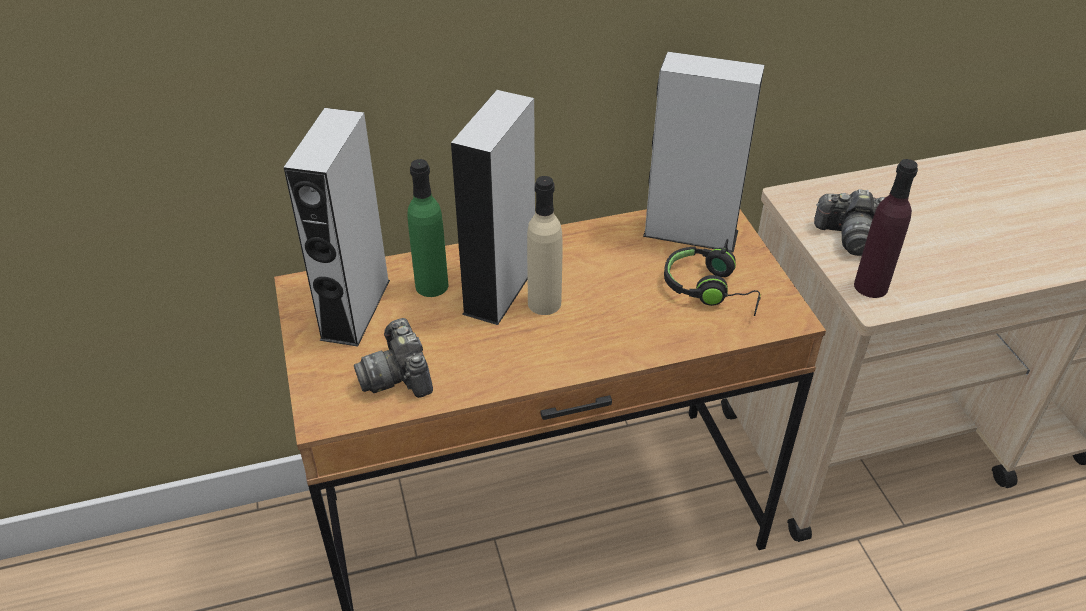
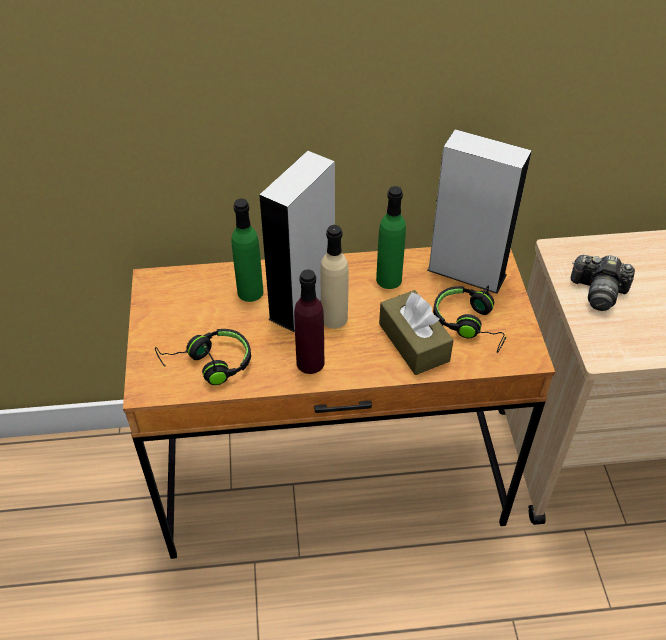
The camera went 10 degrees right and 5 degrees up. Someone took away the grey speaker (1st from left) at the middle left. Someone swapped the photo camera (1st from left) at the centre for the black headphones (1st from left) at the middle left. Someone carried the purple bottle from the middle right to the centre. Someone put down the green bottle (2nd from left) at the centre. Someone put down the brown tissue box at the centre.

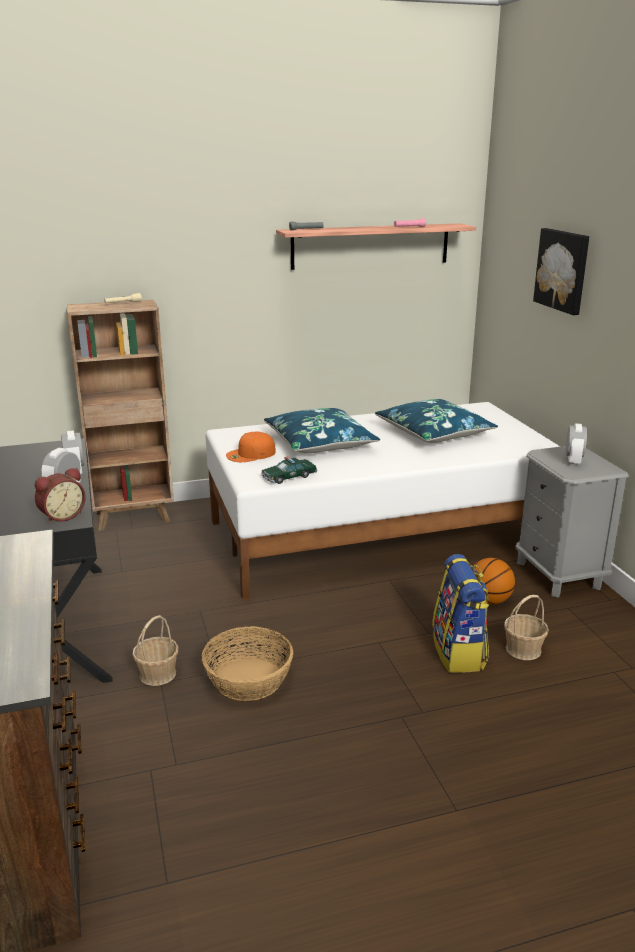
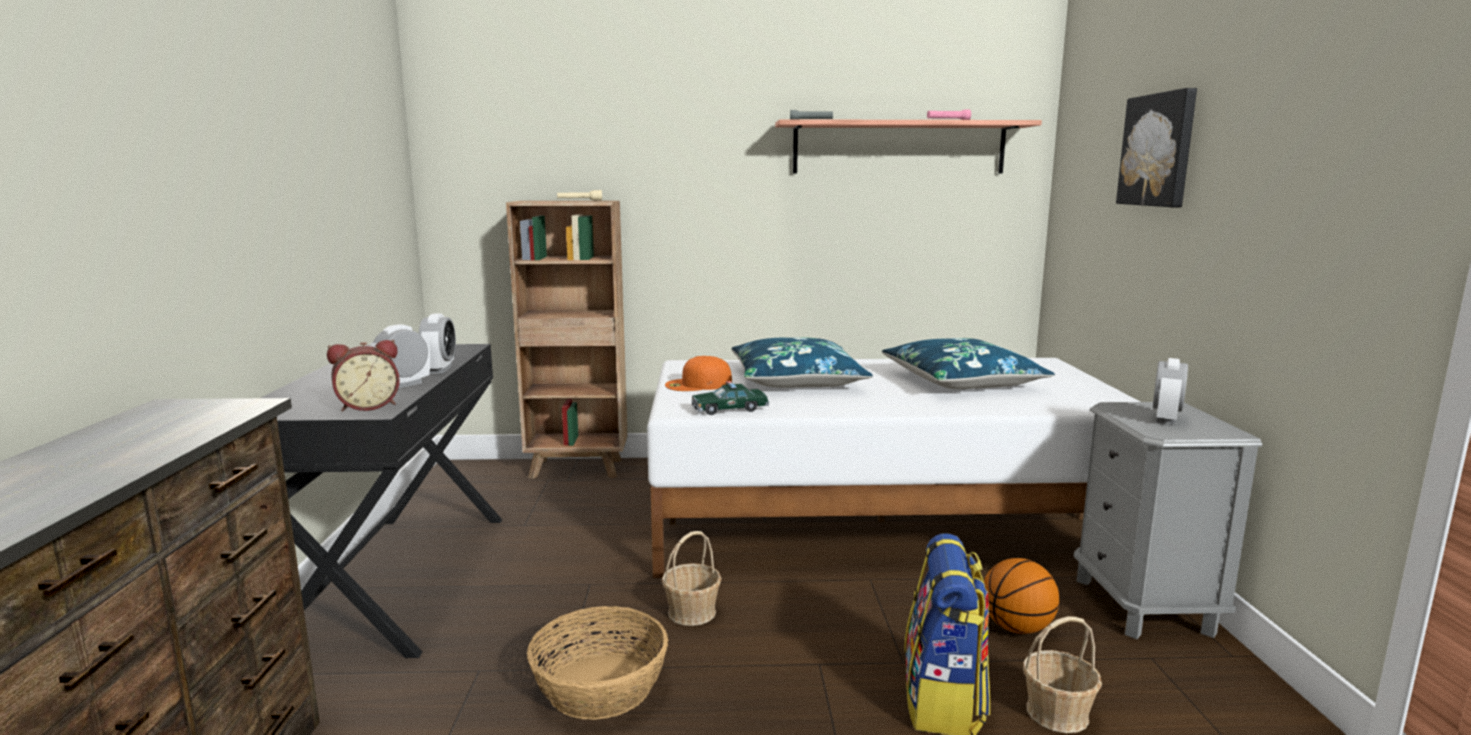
The camera went 15 degrees right and 10 degrees down. Someone carried the basket (1st from left in the first image) from the bottom left to the bottom centre.

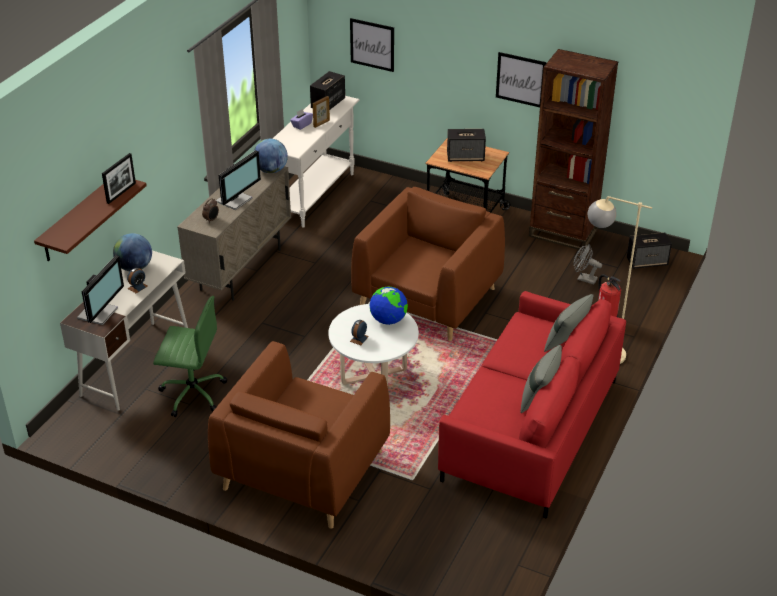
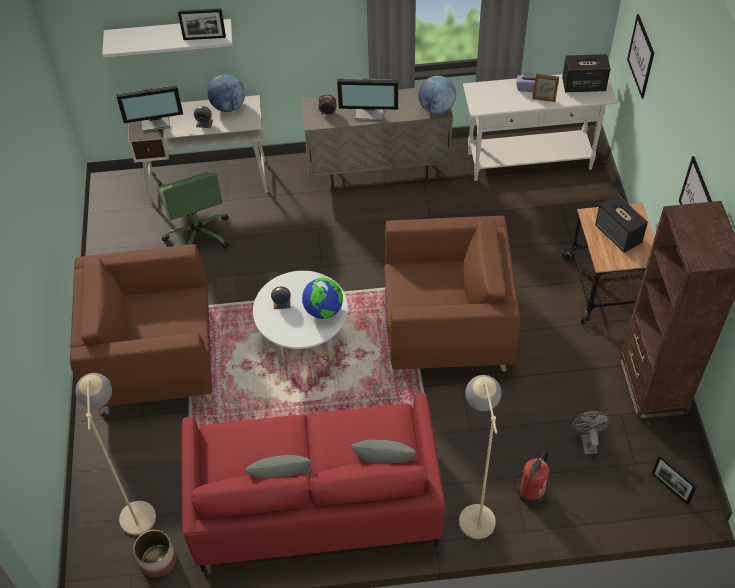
The camera went 60 degrees right and 15 degrees up. Someone repainted the brown shelf at the middle left, which became the white shelf at the top left. Someone swapped the speaker (3rd from left) at the middle right for the picture frame (3rd from left) at the bottom right. Someone put down the beige floor lamp (1st from left) at the bottom left. Someone put down the planter at the bottom left.

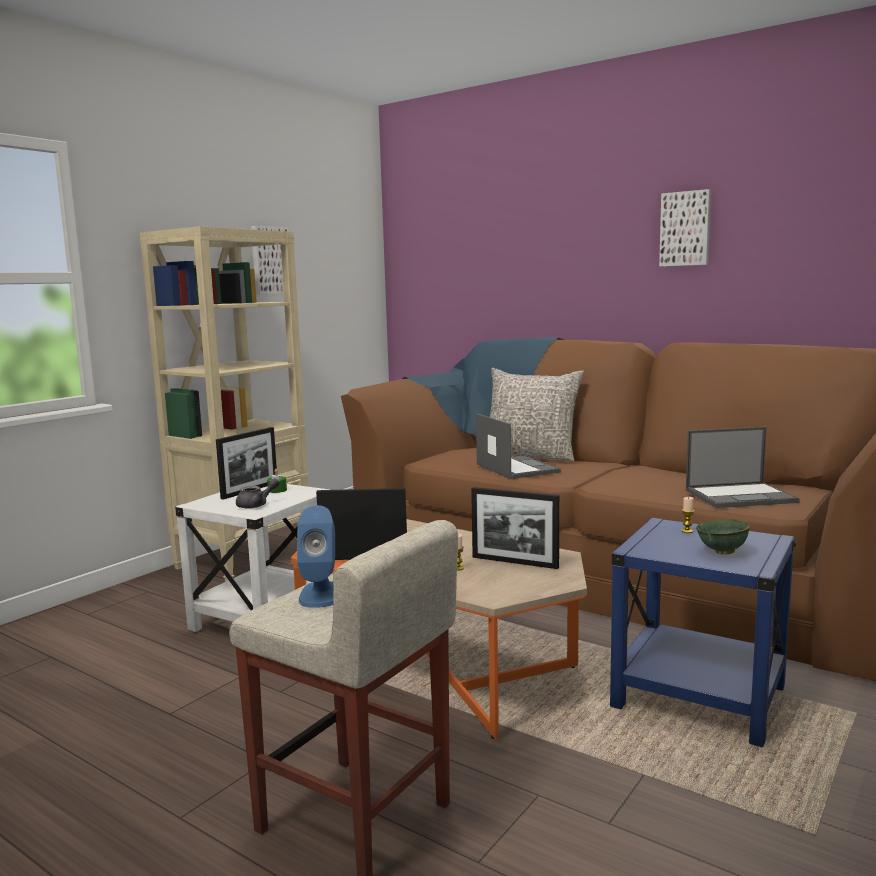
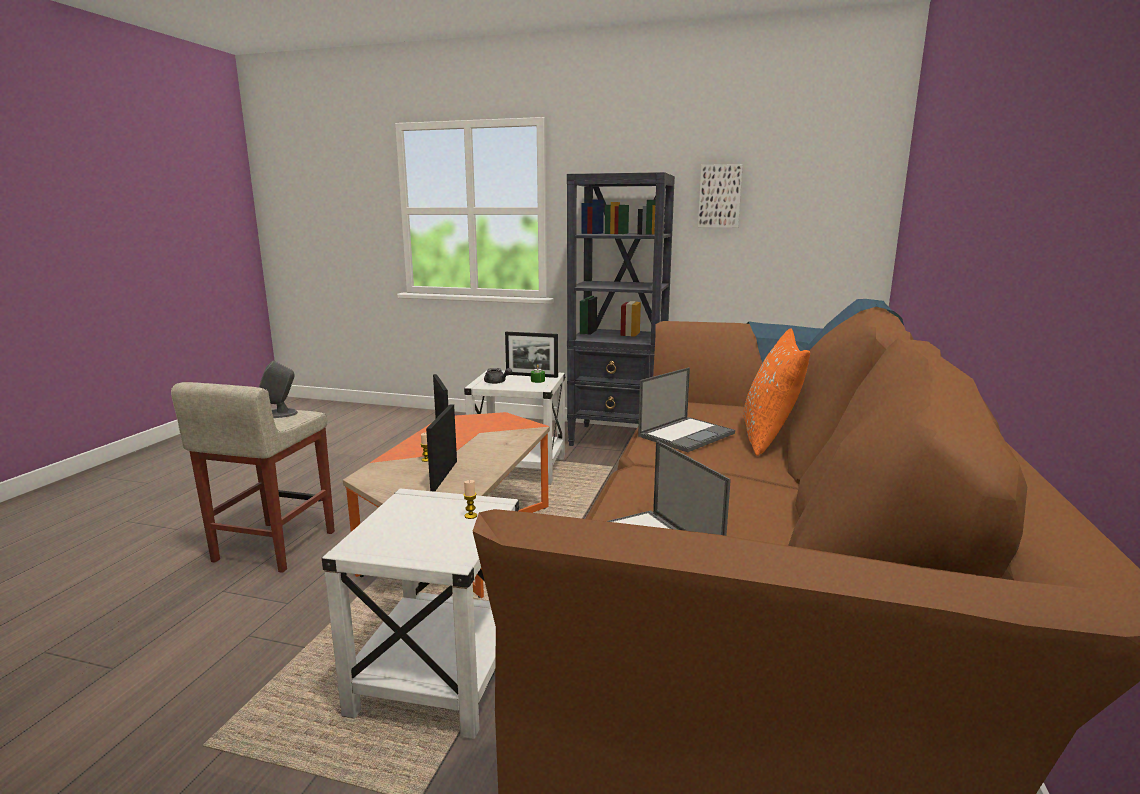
The camera went 70 degrees right and 5 degrees up. Someone repainted the beige bookcase at the middle left, which became the black bookcase at the centre. Someone repainted the blue speaker at the centre, which became the grey speaker at the middle left. Someone repainted the grey pillow at the centre, which became the orange pillow at the middle right. Someone repainted the blue side table at the bottom right, which became the white side table (1st from left) at the bottom centre. Someone took away the picture (2nd from left) at the top right. Someone took away the green bowl at the middle right.

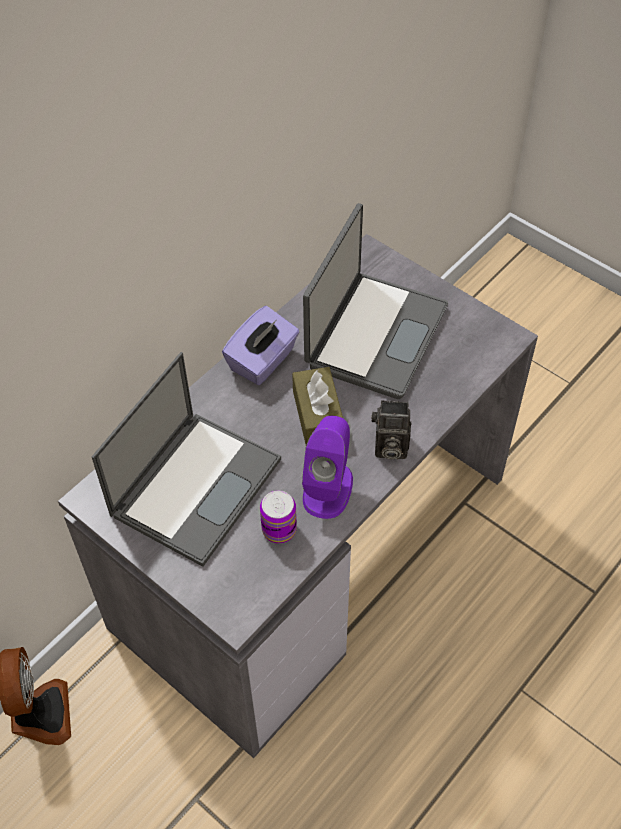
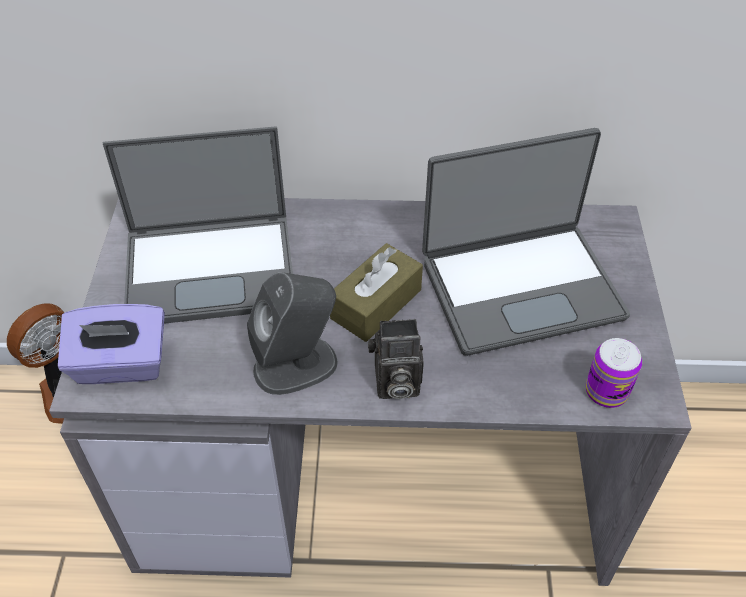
The camera went 50 degrees right and 5 degrees down. Someone carried the purple tissue box from the centre to the middle left. Someone carried the can from the centre to the middle right. Someone repainted the purple speaker at the centre, which became the grey speaker at the centre. Someone rotated the photo camera at the centre by 60 degrees counterclockwise.

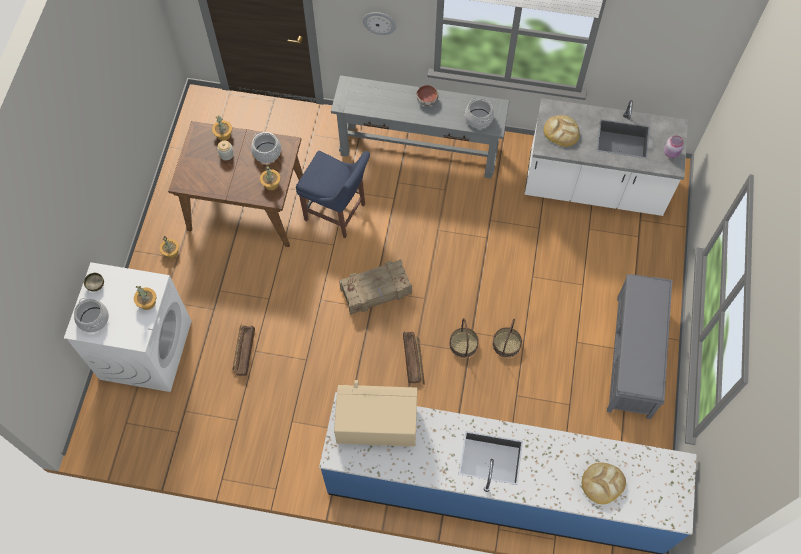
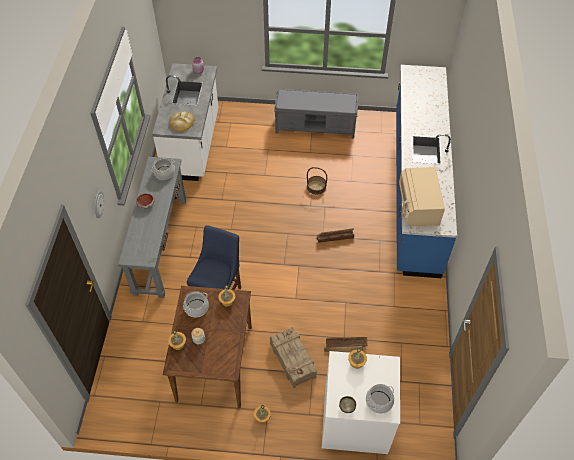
The camera went 95 degrees left and 10 degrees down. Someone carried the crate (2nd from left in the first image) from the centre to the bottom centre. Someone took away the basket (1st from left) at the centre. Someone took away the bread (2nd from left) at the bottom right.

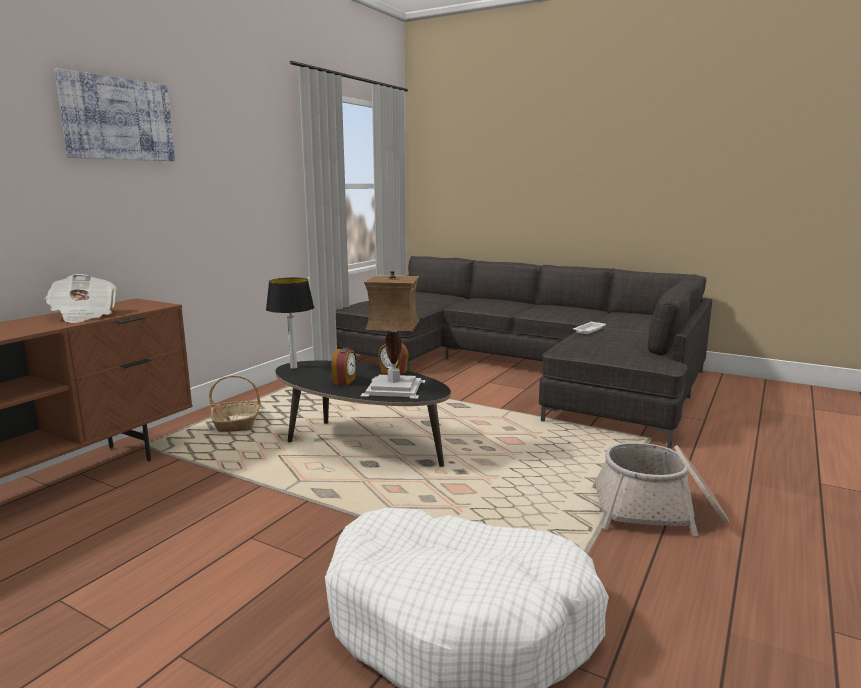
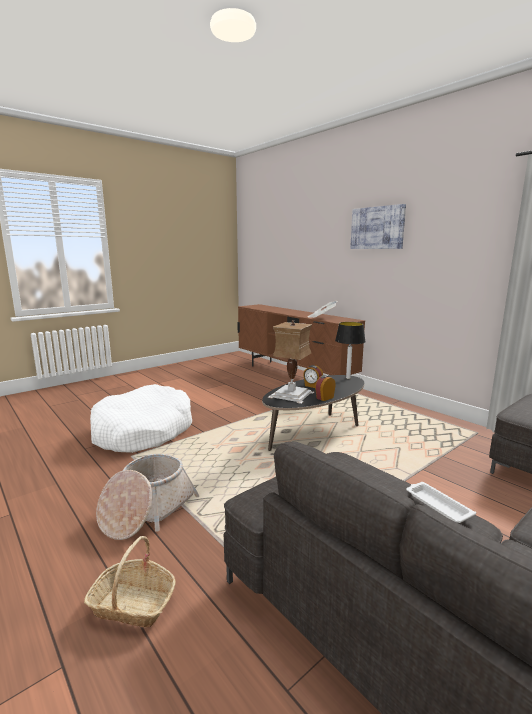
The camera went 110 degrees right and 0 degrees up. Someone carried the basket (1st from left) from the middle left to the bottom left.

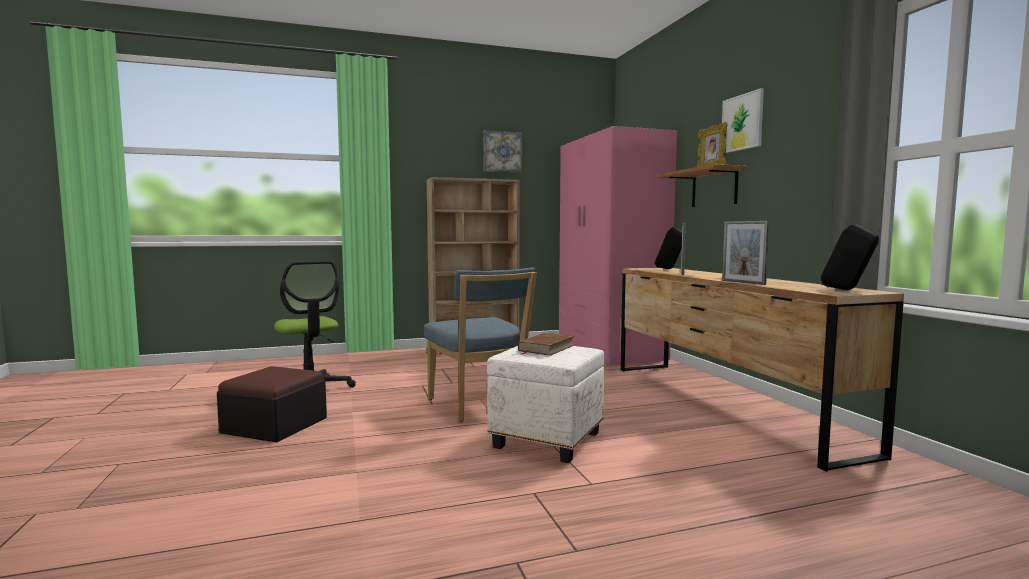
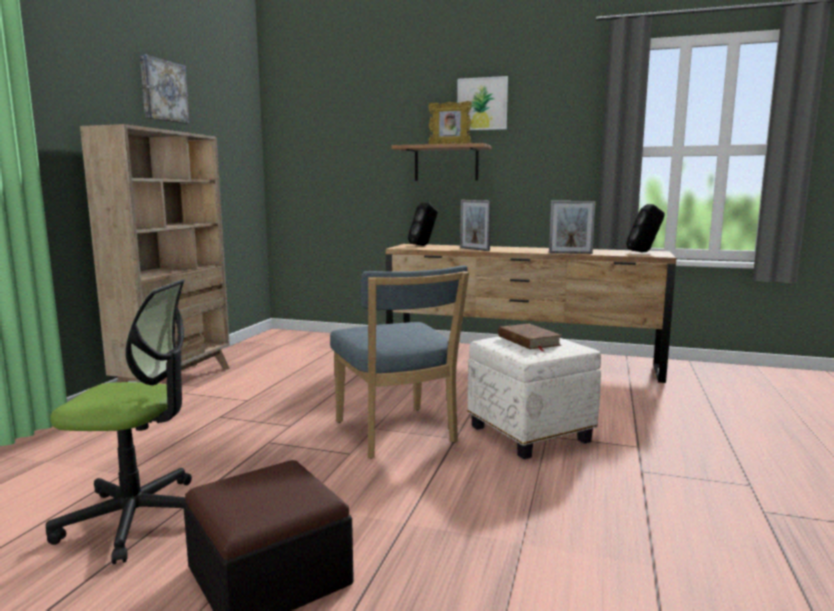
The camera went 55 degrees left and 5 degrees up. Someone rotated the blue chair at the centre by 60 degrees clockwise. Someone took away the pink wardrobe at the centre.

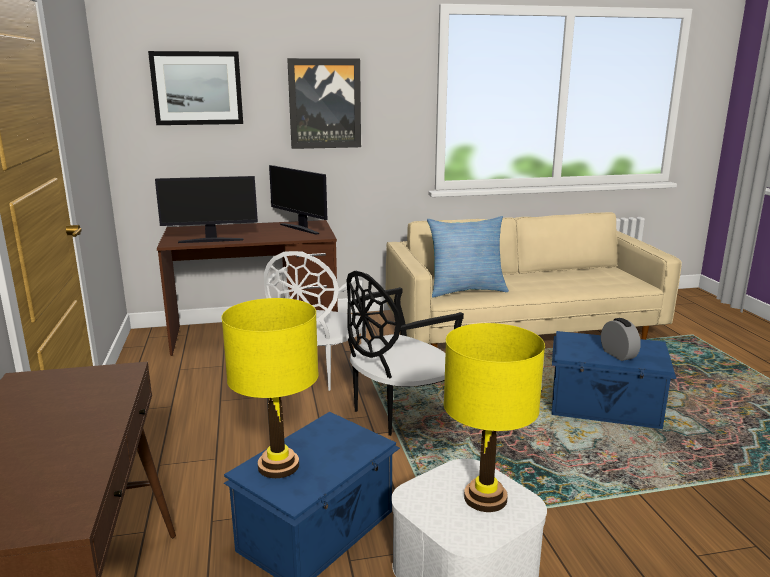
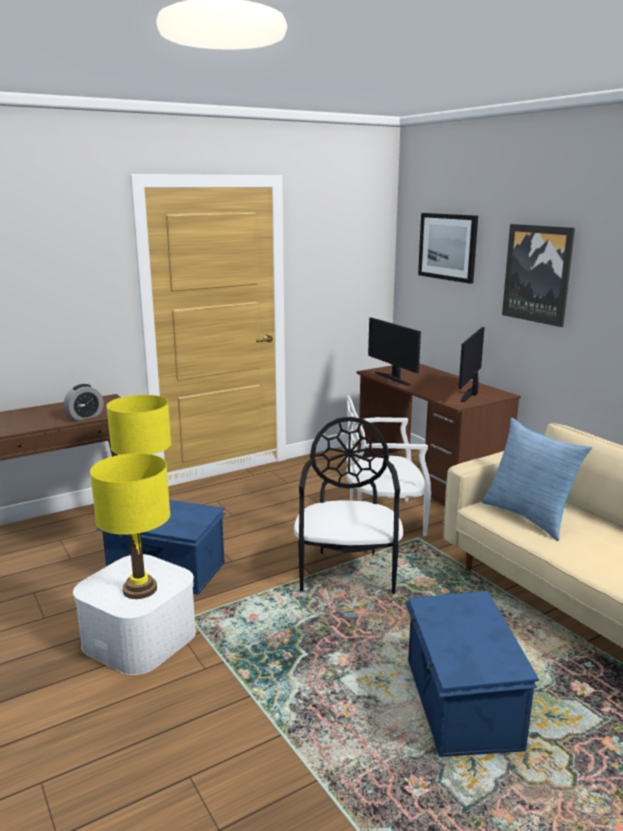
The camera went 70 degrees right and 0 degrees up. Someone rotated the black chair at the centre by 60 degrees clockwise. Someone carried the alarm clock from the middle right to the middle left.

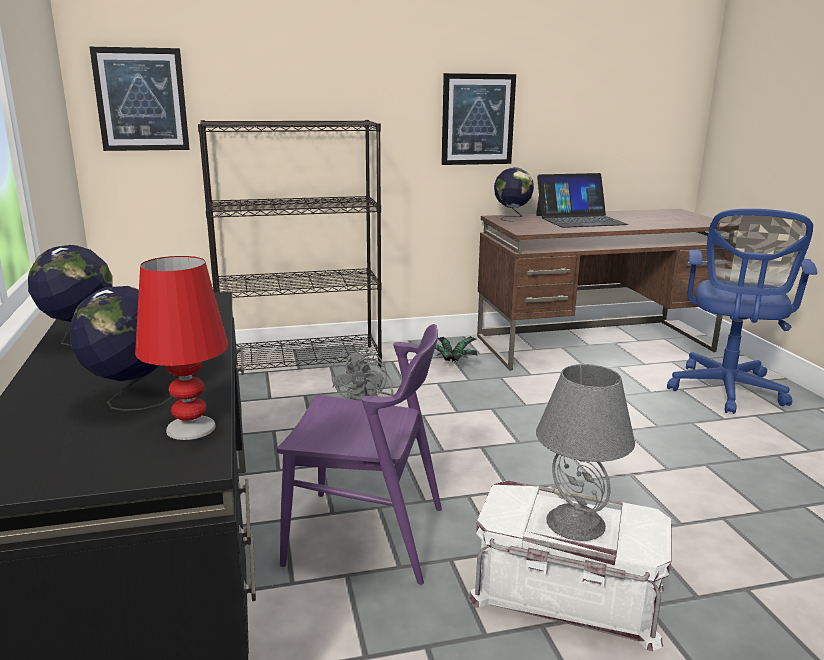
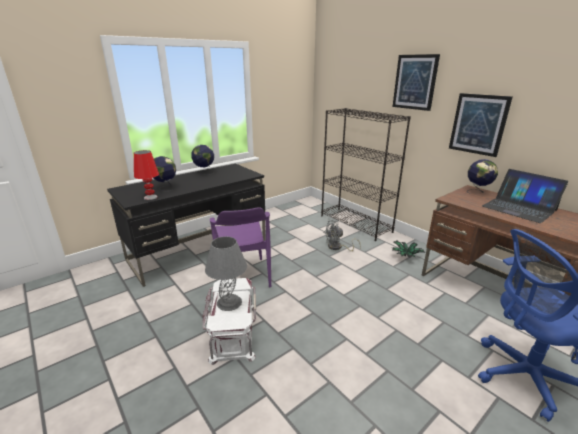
The camera went 65 degrees right and 5 degrees up. Someone carried the picture (1st from left) from the top left to the top right.

